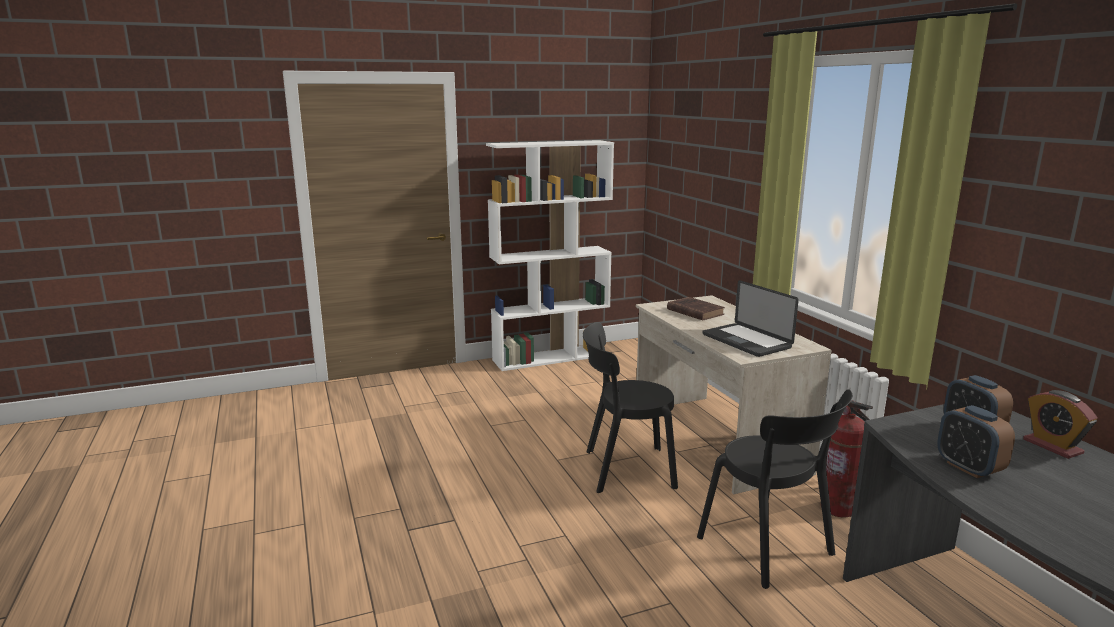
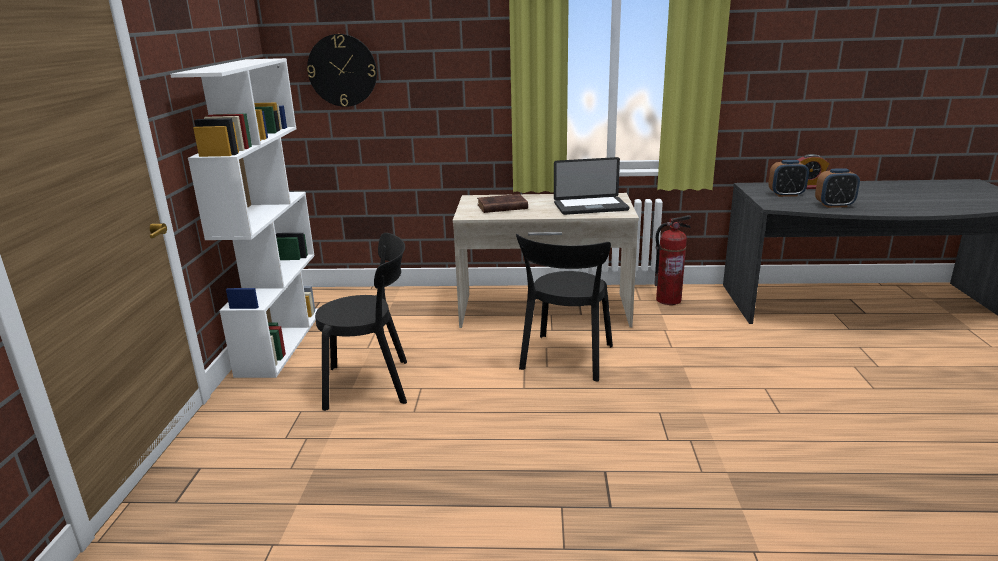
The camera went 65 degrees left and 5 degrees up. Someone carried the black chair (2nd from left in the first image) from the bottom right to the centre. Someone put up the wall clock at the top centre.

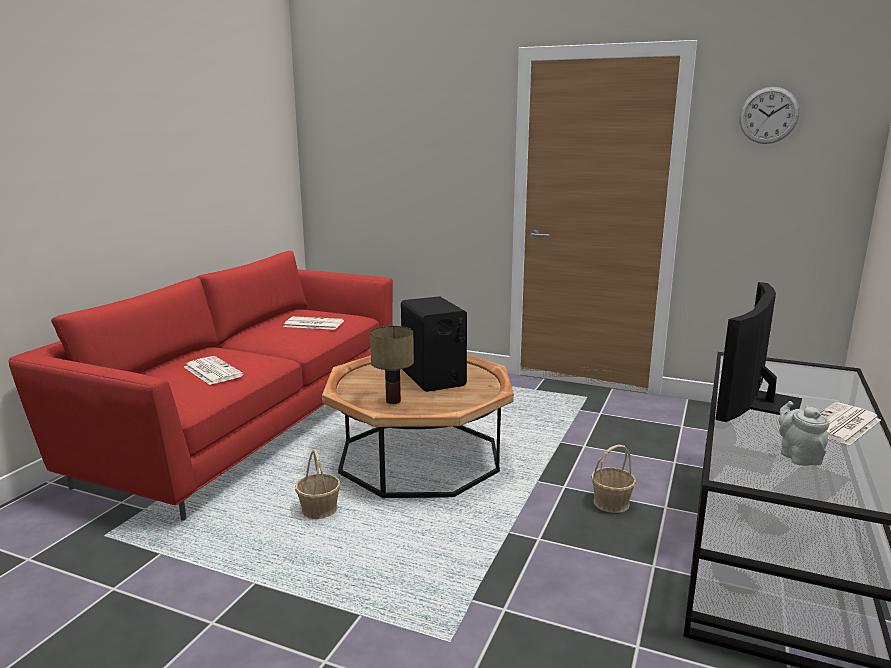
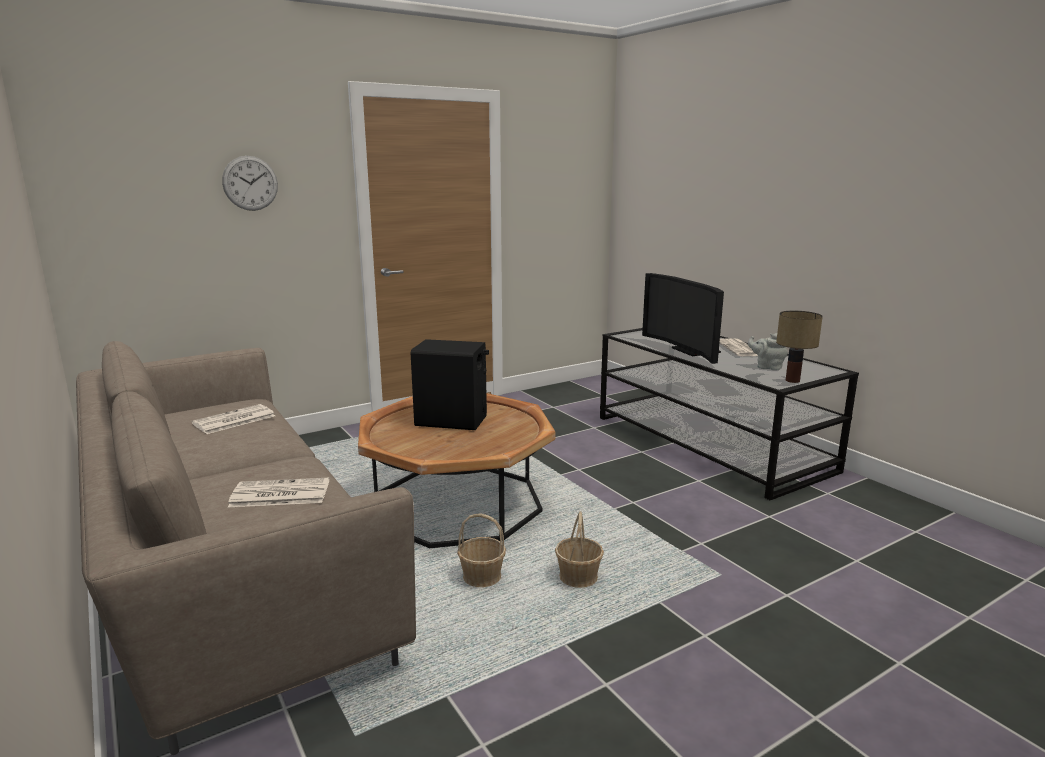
The camera went 55 degrees left and 0 degrees up. Someone repainted the red sofa at the middle left, which became the beige sofa at the bottom left. Someone carried the table lamp from the centre to the middle right. Someone carried the basket (2nd from left) from the bottom right to the bottom centre. Someone carried the wall clock from the top right to the top left.

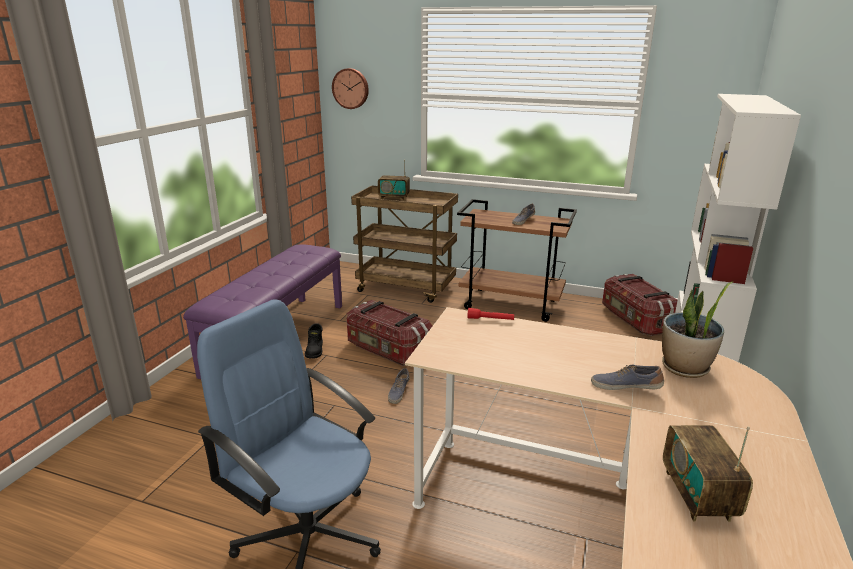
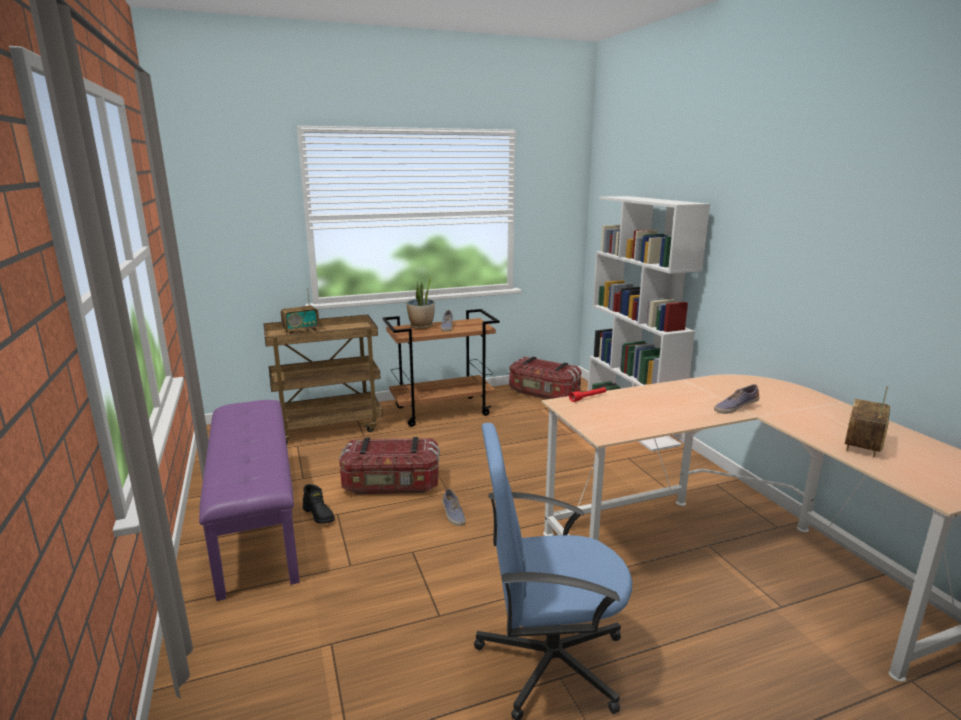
The camera went 40 degrees left and 5 degrees down. Someone took away the wall clock at the top centre. Someone carried the potted plant from the middle right to the centre. Someone rotated the radio (2nd from left) at the bottom right by 75 degrees clockwise.

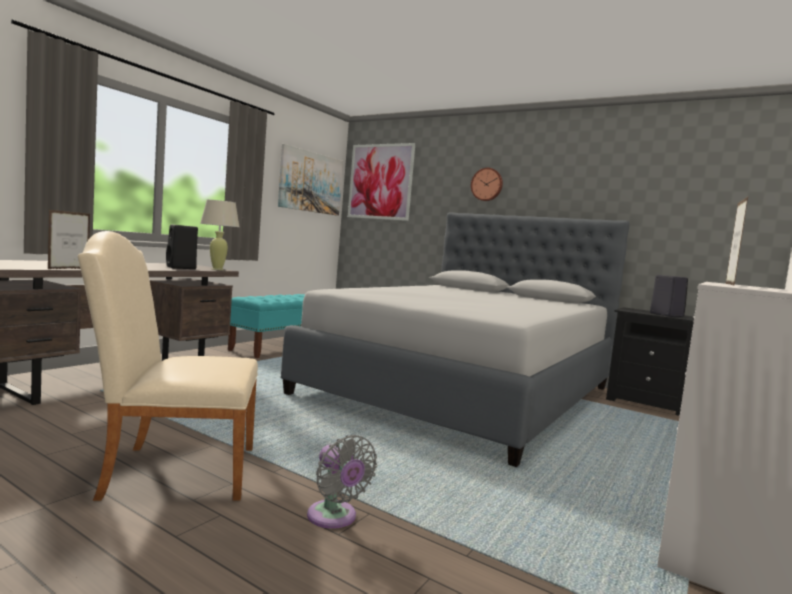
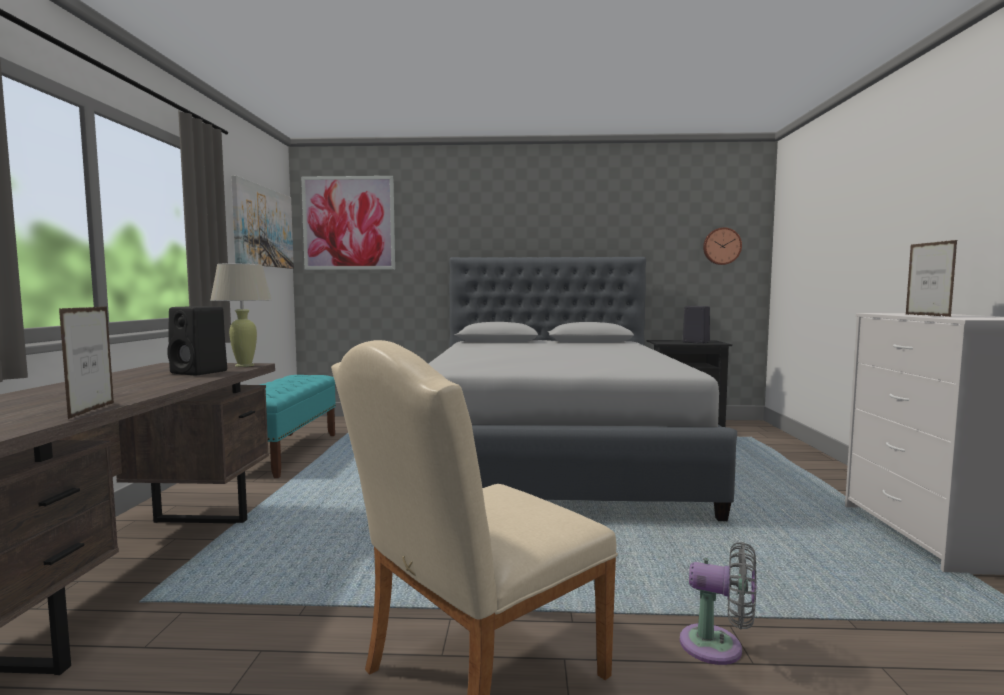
The camera went 30 degrees left and 0 degrees up. Someone carried the wall clock from the top centre to the middle right.

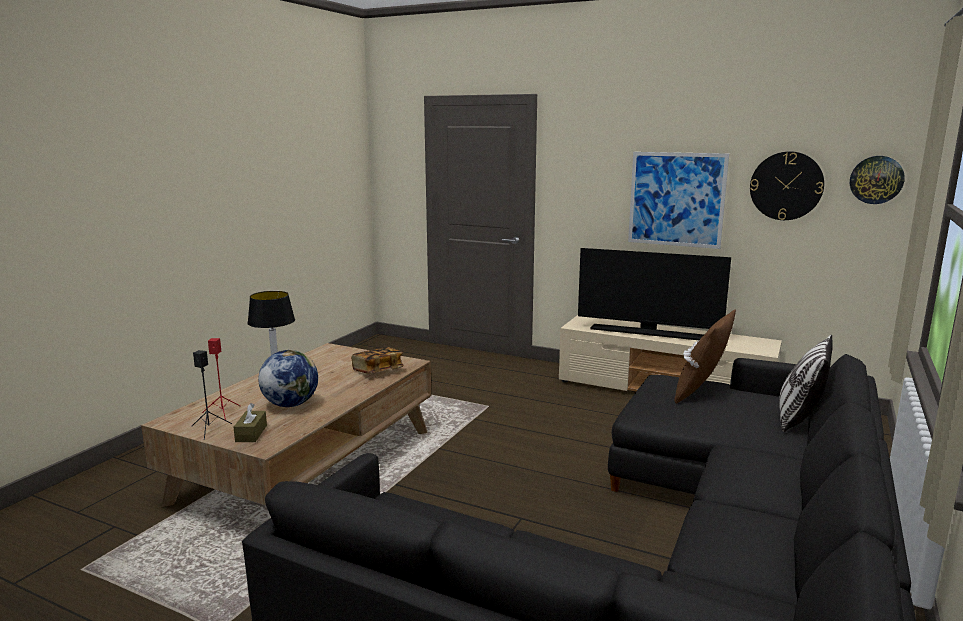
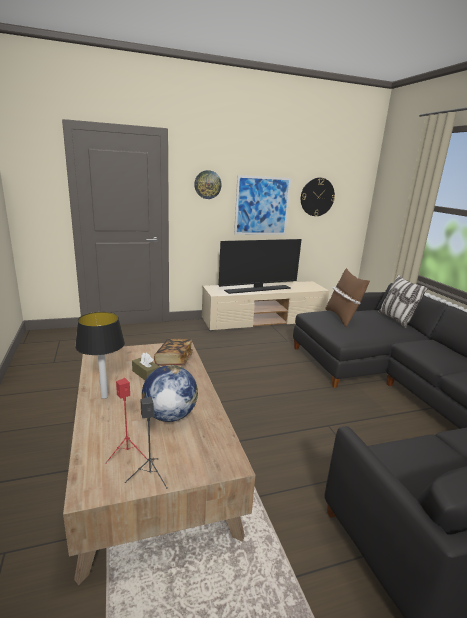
The camera went 45 degrees left and 5 degrees up. Someone carried the brown tissue box from the bottom left to the middle left. Someone carried the wall clock (2nd from left in the first image) from the top right to the top centre.

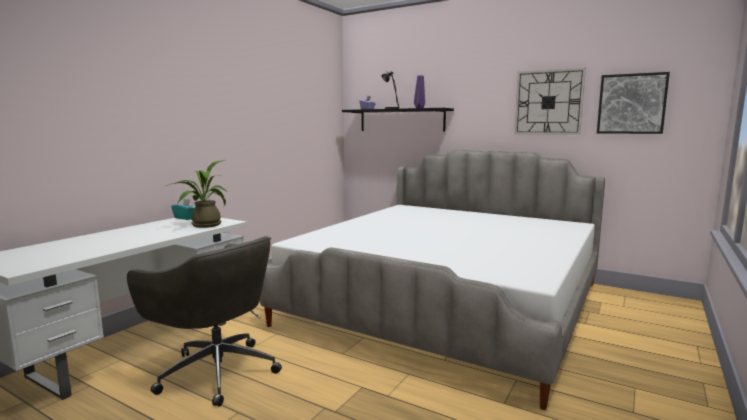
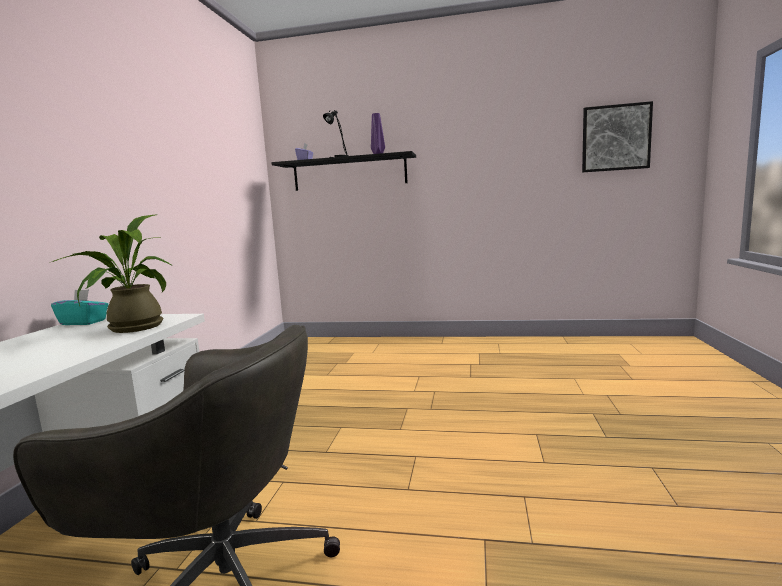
The camera went 20 degrees left and 0 degrees up. Someone took away the bed at the bottom centre. Someone took away the wall clock at the top right.

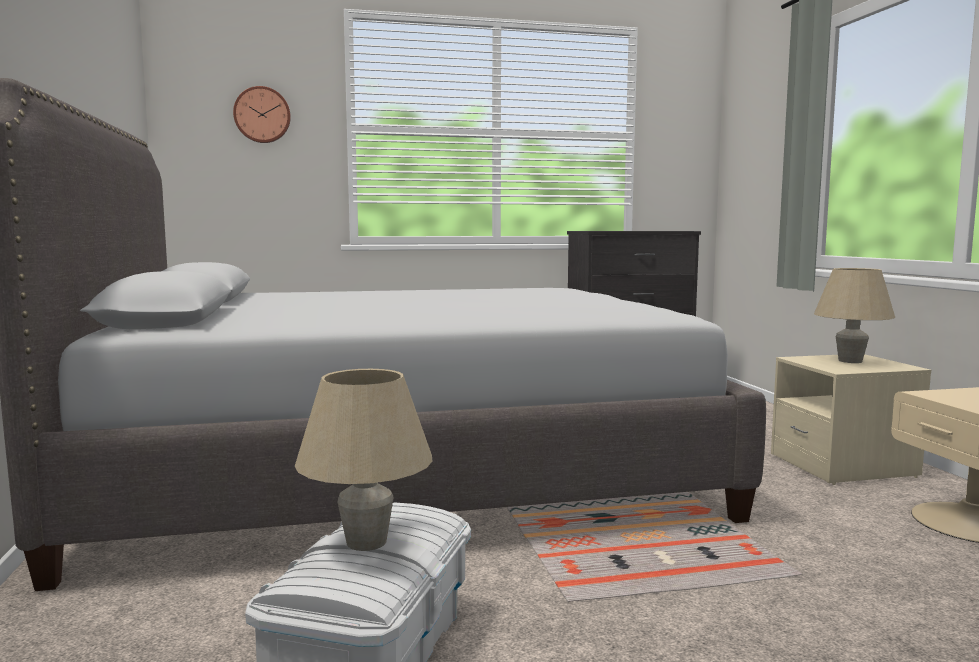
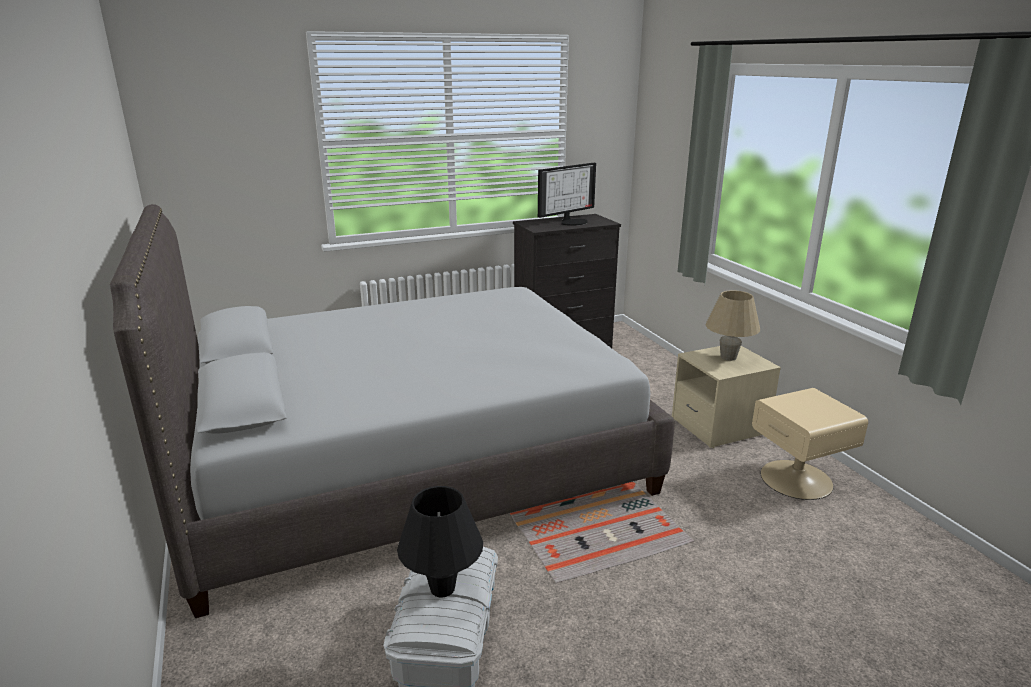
The camera went 10 degrees left and 15 degrees up. Someone took away the wall clock at the top left. Someone repainted the beige table lamp (1st from left) at the bottom centre, which became the black table lamp at the bottom centre. Someone put down the monitor at the top centre.

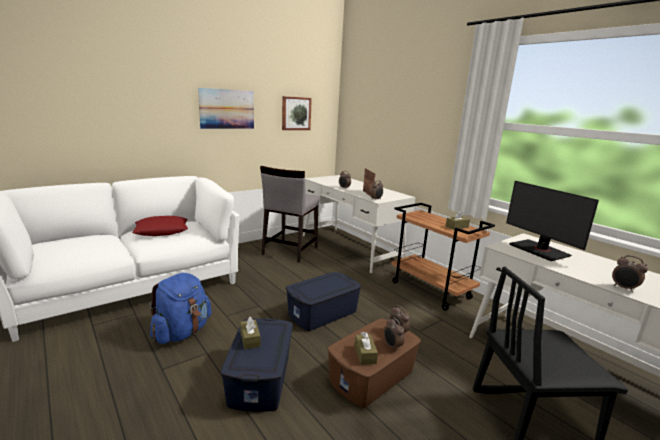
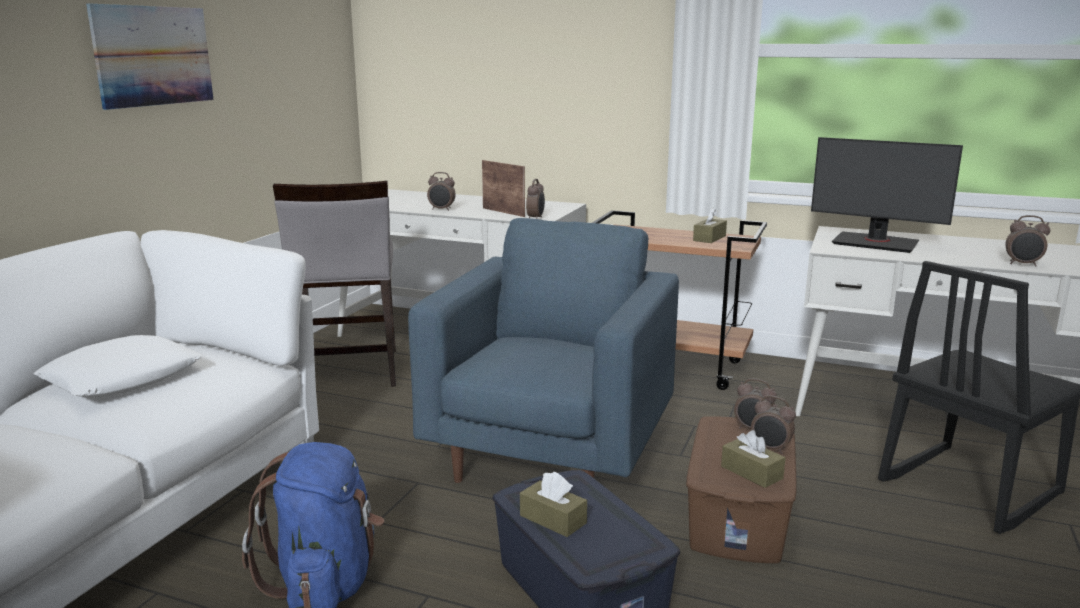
The camera went 30 degrees left and 0 degrees up. Someone repainted the red pillow at the middle left, which became the white pillow at the middle left. Someone took away the picture (2nd from left) at the top centre. Someone swapped the blue storage box (2nd from left) at the bottom centre for the blue armchair at the centre.

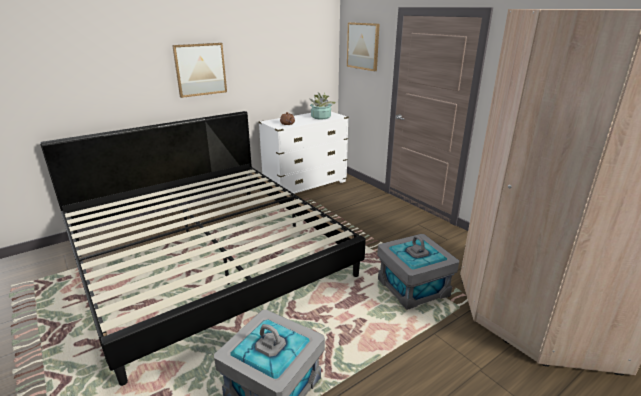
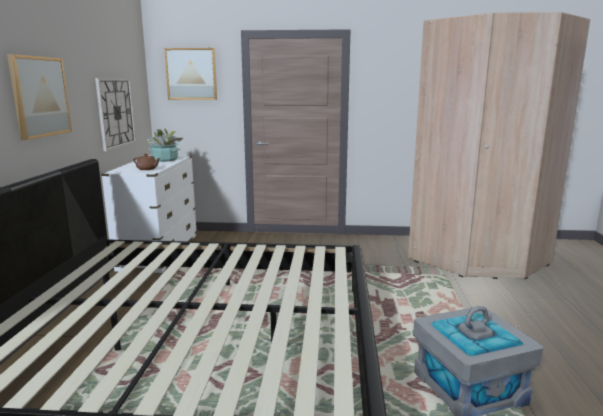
The camera went 50 degrees left and 10 degrees down. Someone took away the grey storage box (2nd from left) at the bottom centre. Someone put up the wall clock at the top left.

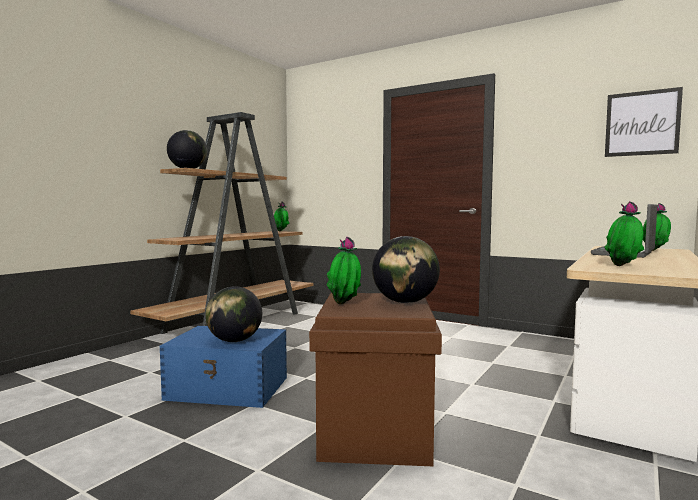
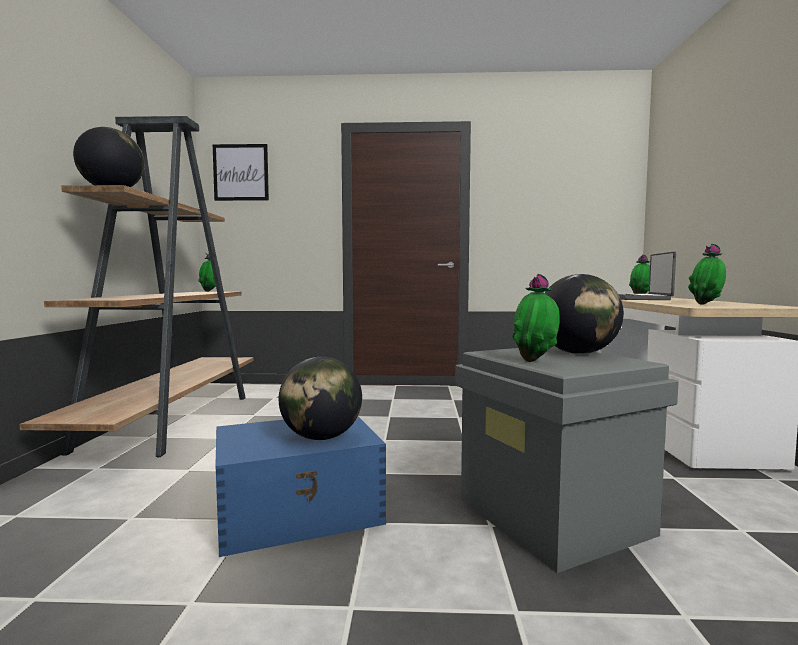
The camera went 30 degrees left and 0 degrees up. Someone repainted the brown storage box at the bottom centre, which became the grey storage box at the bottom right. Someone carried the picture from the top right to the top left.

